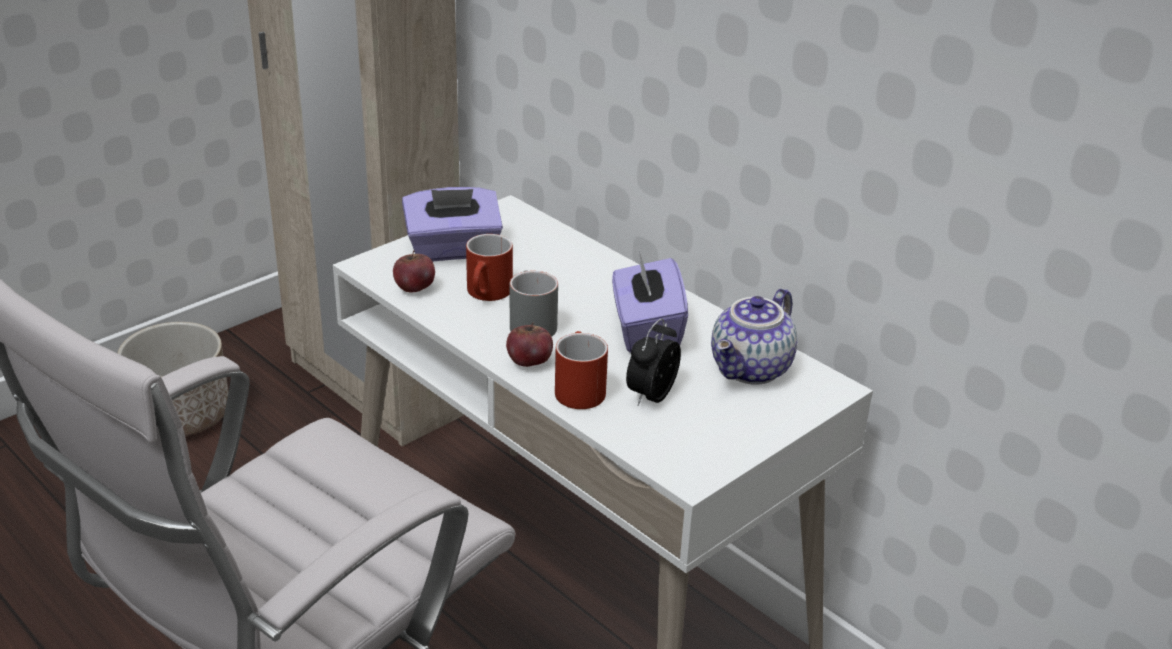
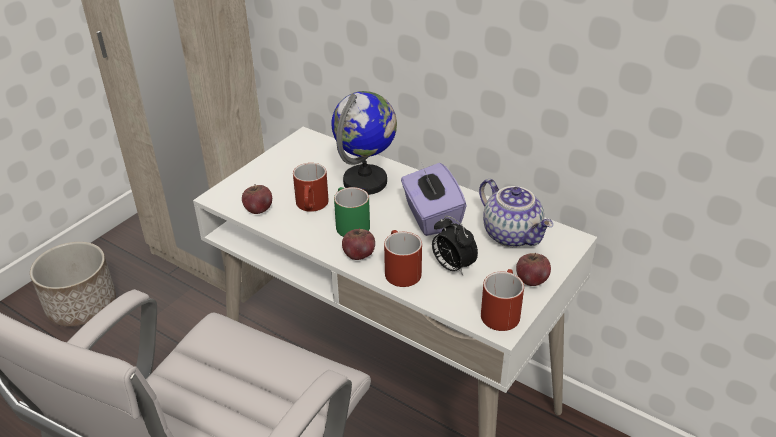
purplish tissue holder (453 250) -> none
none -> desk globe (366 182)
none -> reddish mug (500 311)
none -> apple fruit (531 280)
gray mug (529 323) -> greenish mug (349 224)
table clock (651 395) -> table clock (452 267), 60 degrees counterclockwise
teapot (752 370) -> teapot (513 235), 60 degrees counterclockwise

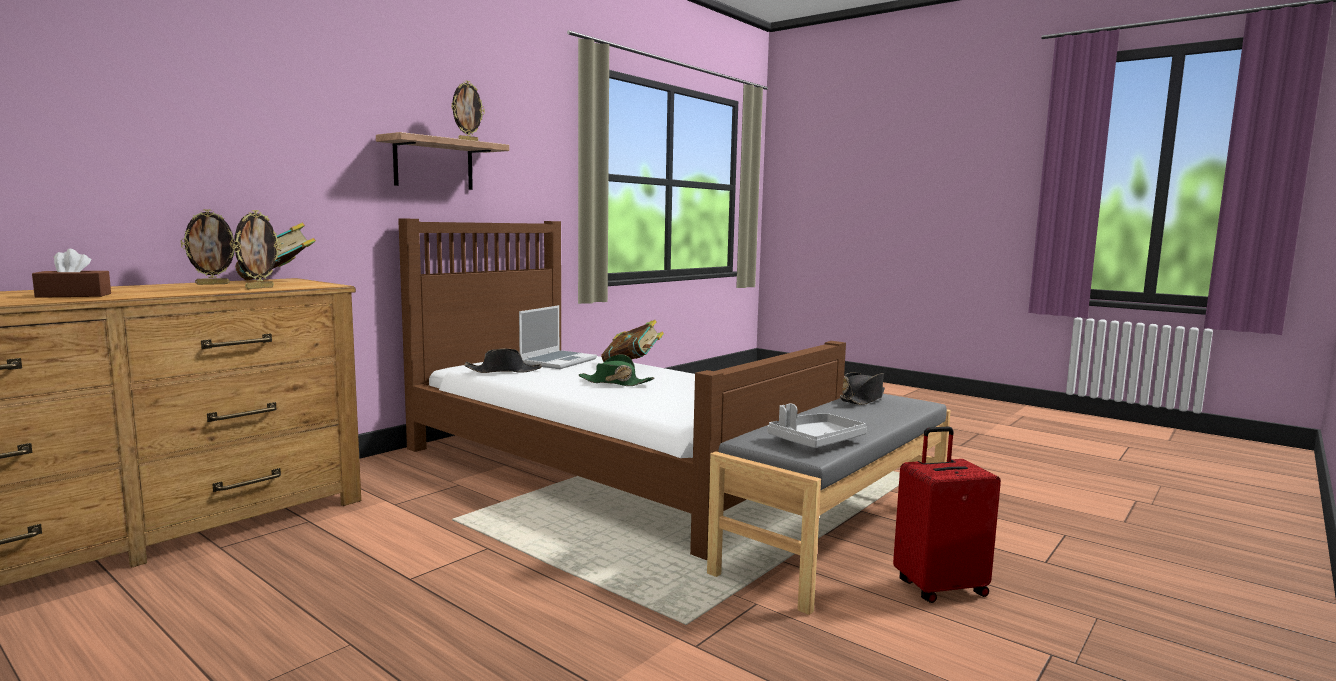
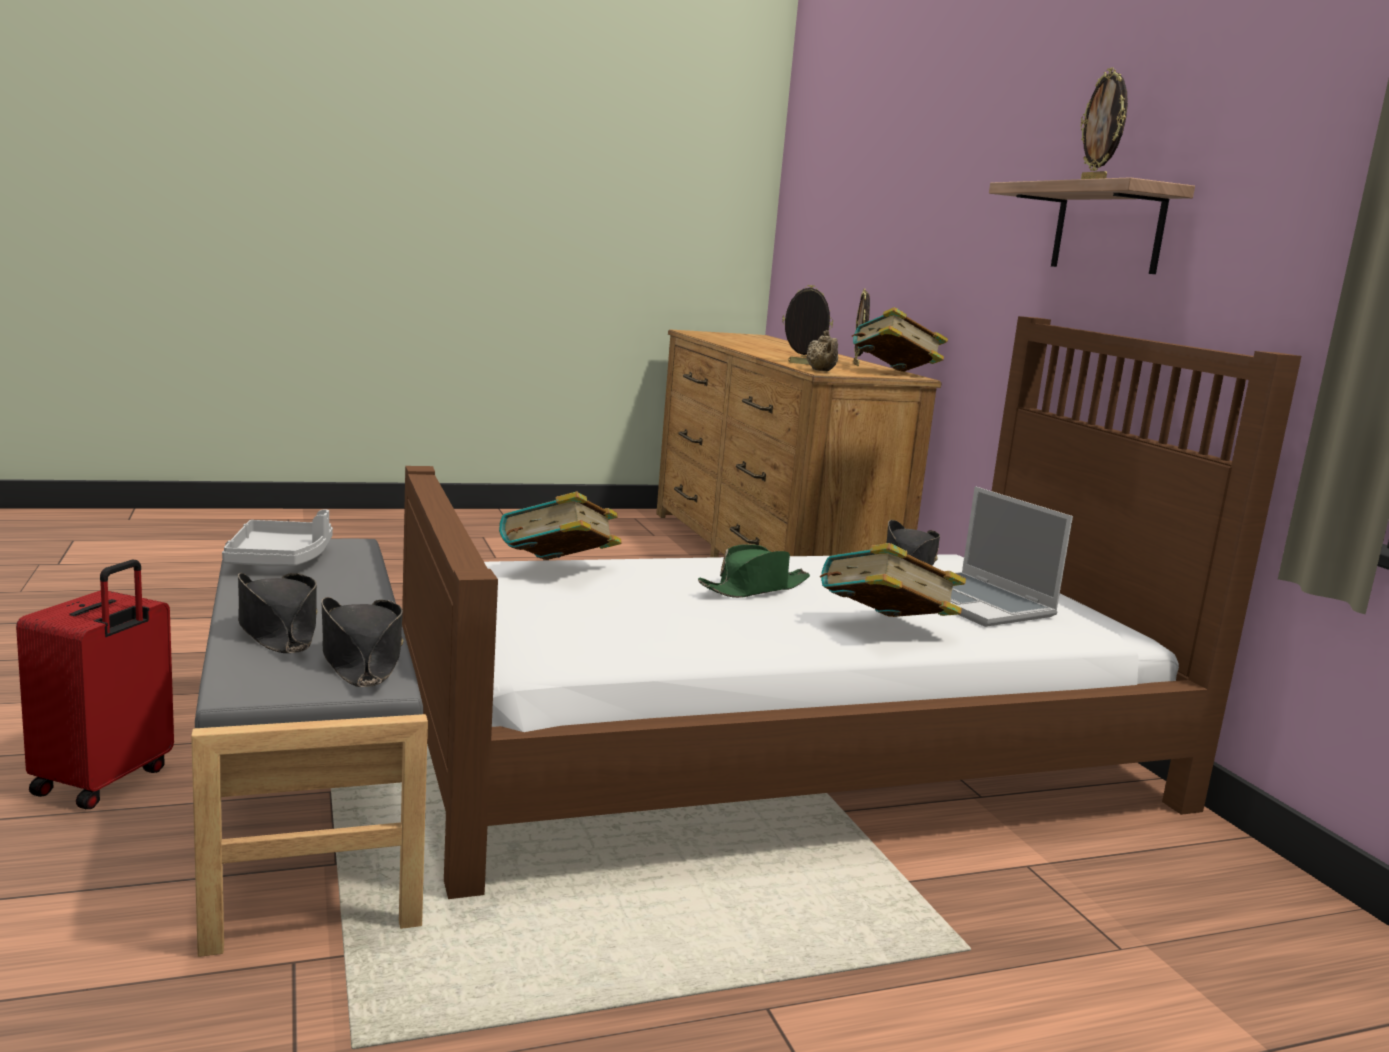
brown-coloured tissue holder (74 295) -> none
none -> black-coloured wearable hat (277 629)
none -> book (559 571)
none -> sand-coloured teapot (821 371)
picture frame (259 288) -> picture frame (802 364), 135 degrees clockwise

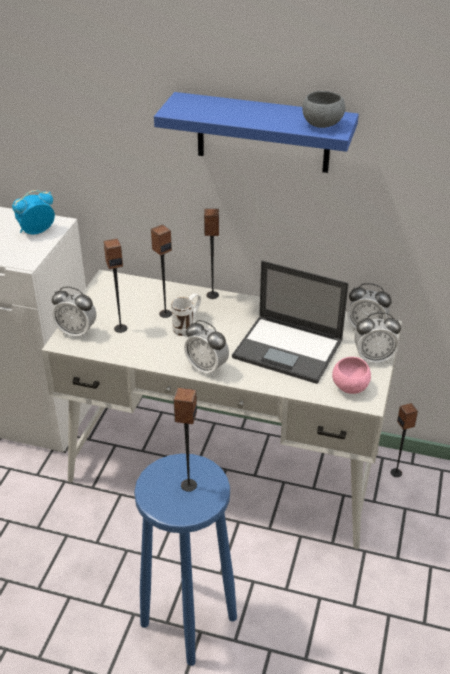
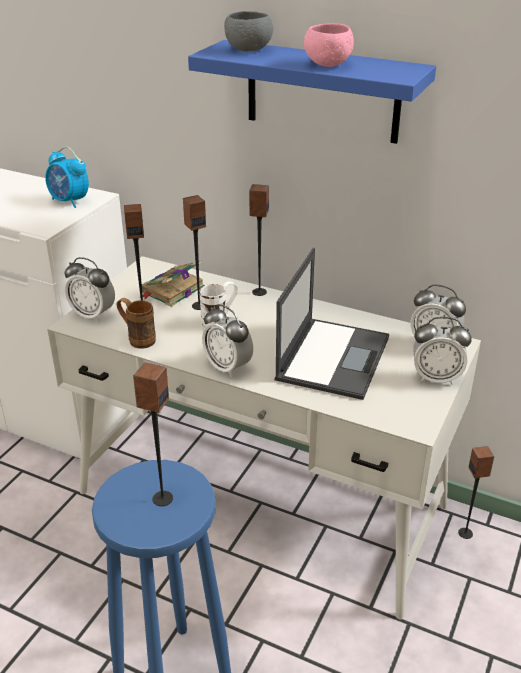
none -> brown-coloured mug (137 339)
none -> book (172 290)
gray bowl (322 125) -> gray bowl (248 50), shifted
pink bowl (349 387) -> pink bowl (327 64), shifted
table clock (36 231) -> table clock (69 201), 120 degrees counterclockwise
portable computer (289 349) -> portable computer (333 357), 105 degrees counterclockwise

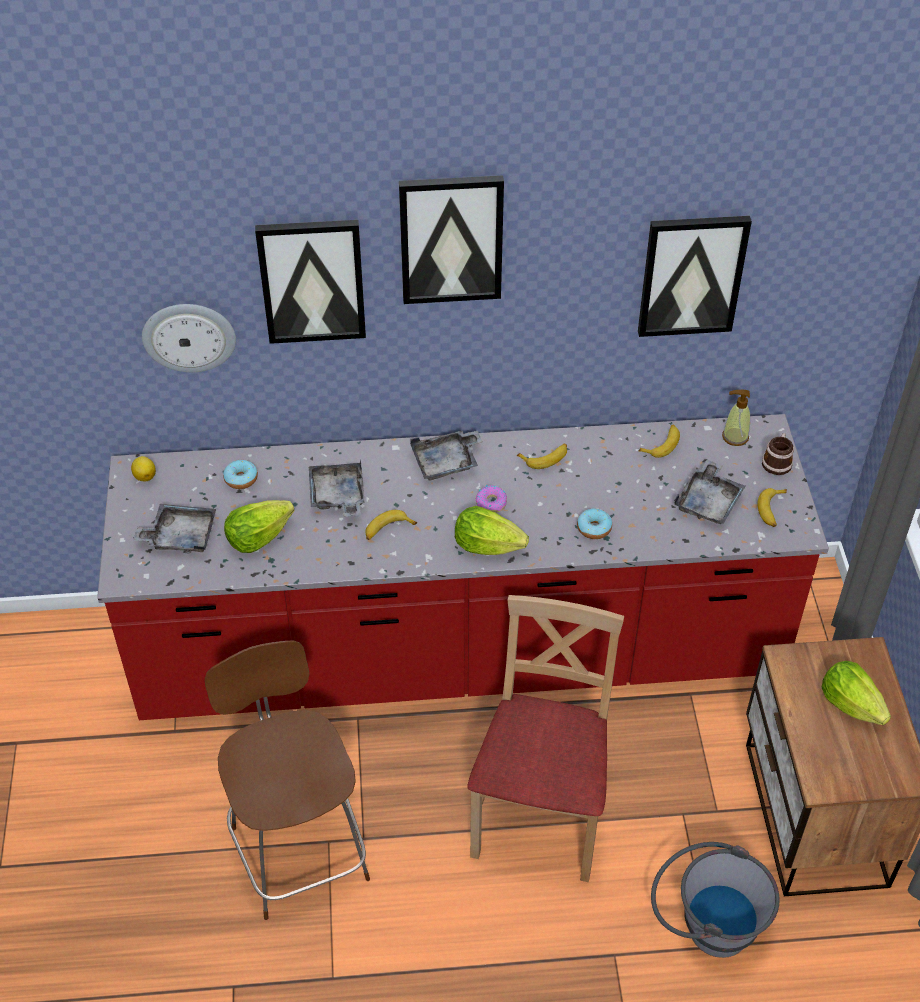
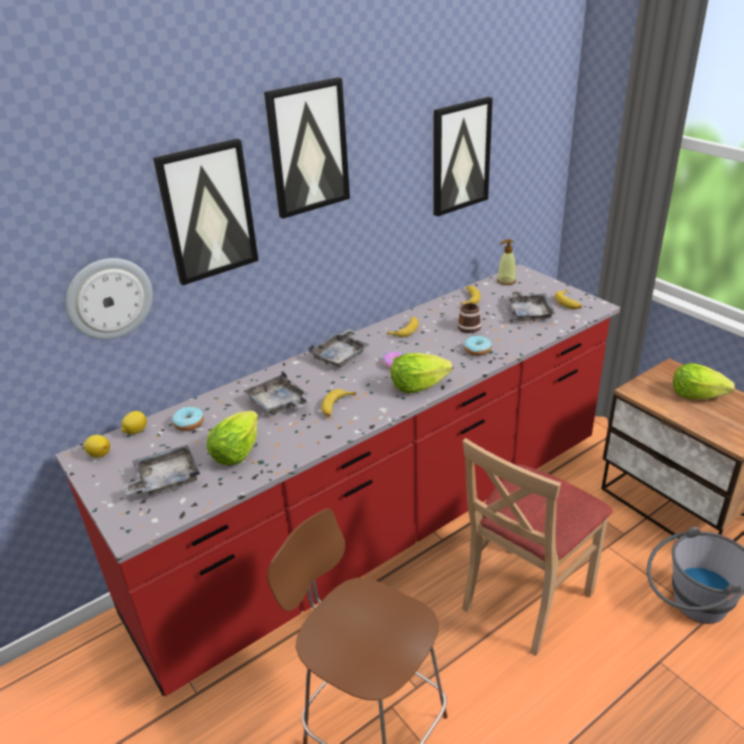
none -> whole lemon (136 431)
mug (777 461) -> mug (467 326), shifted
sand-coloured chair (541 816) -> sand-coloured chair (525 597), 120 degrees counterclockwise

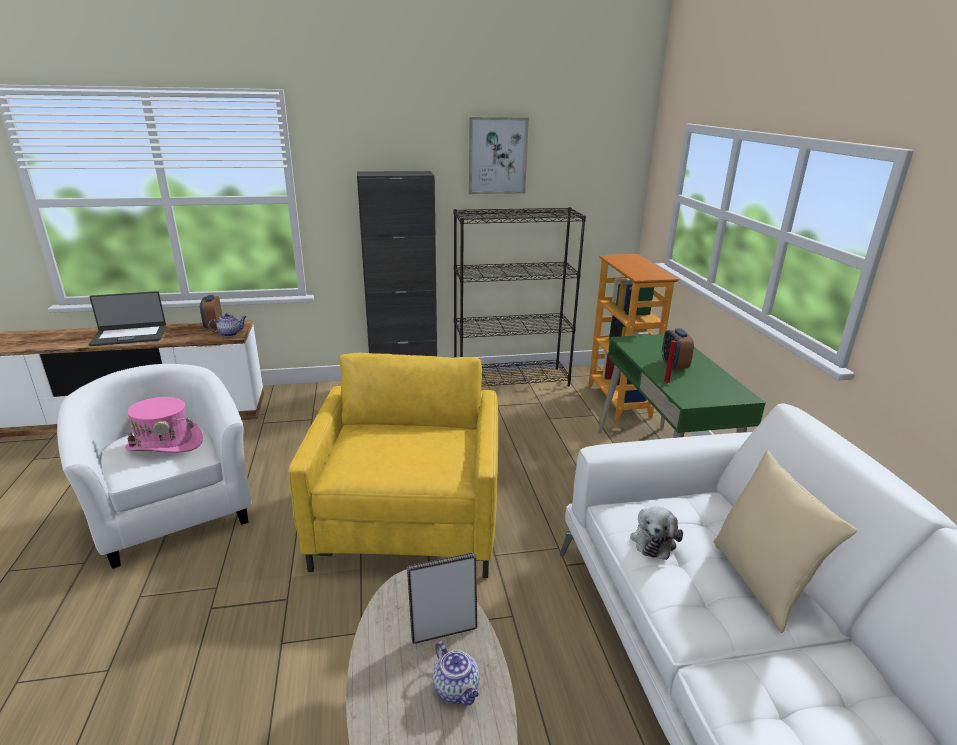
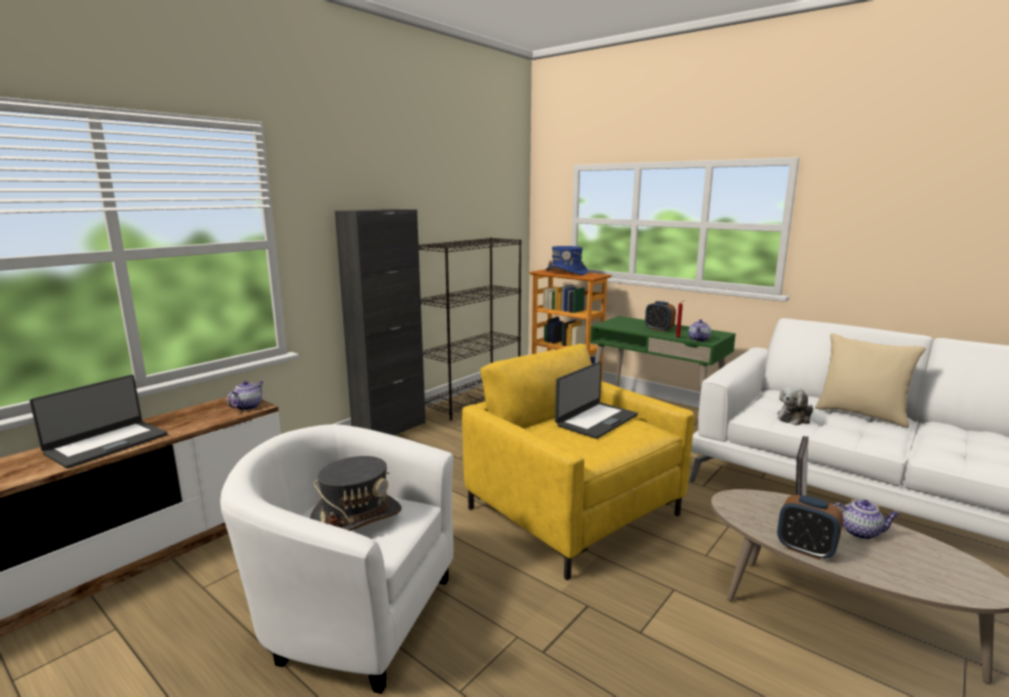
picture (497 156) -> none
none -> blue-coloured wearable hat (566 272)
none -> portable computer (596 420)
none -> teapot (699 339)
table clock (213 326) -> table clock (805 549), shifted
pink wearable hat (165 444) -> gray wearable hat (356 518)
plush toy (653 540) -> plush toy (795 418), 75 degrees clockwise

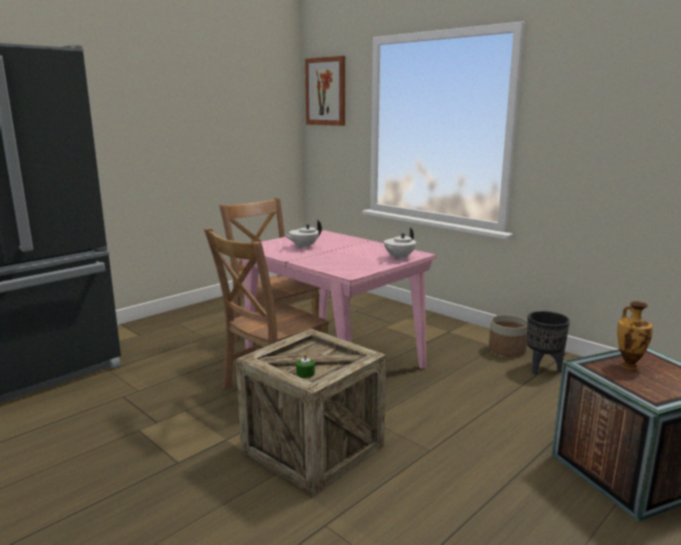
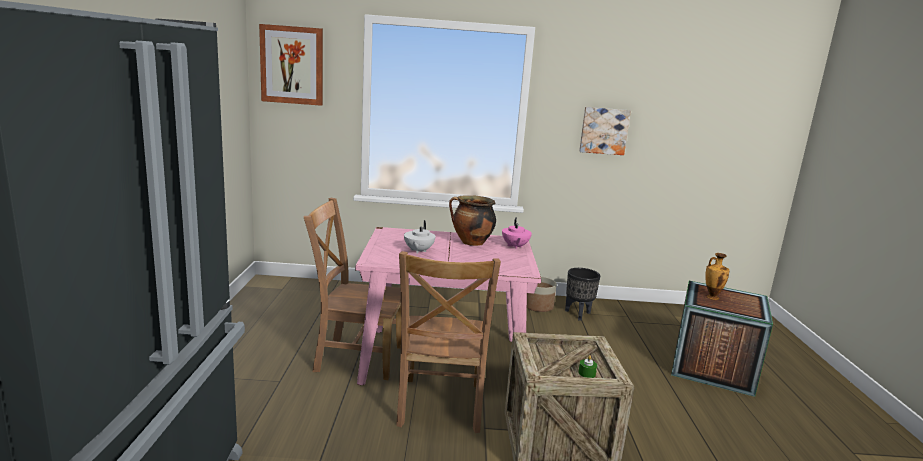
none -> stockpot (471 243)
none -> picture (604 130)
white teapot (398 257) -> pink teapot (515 246)

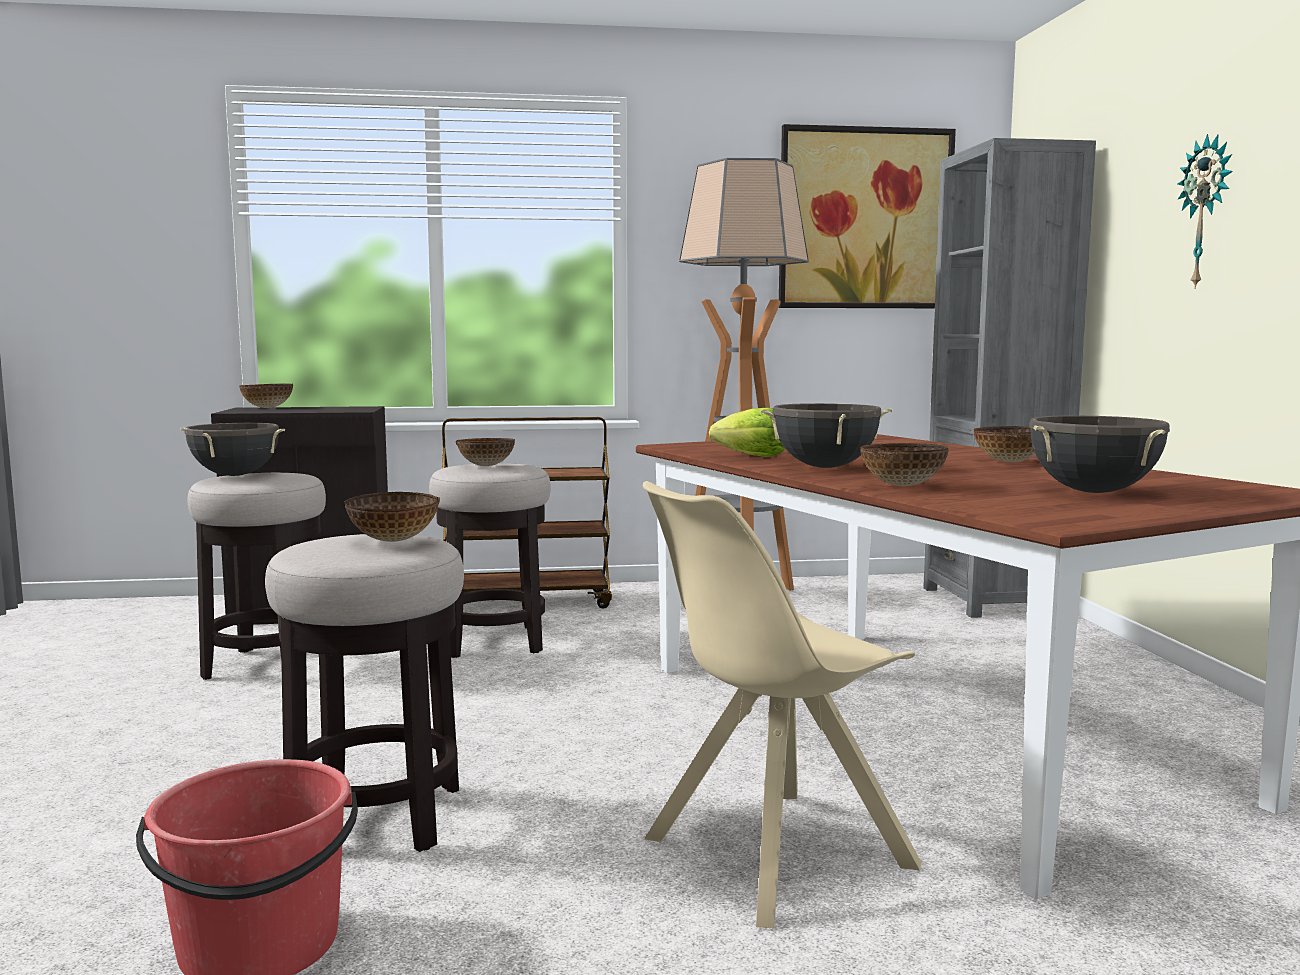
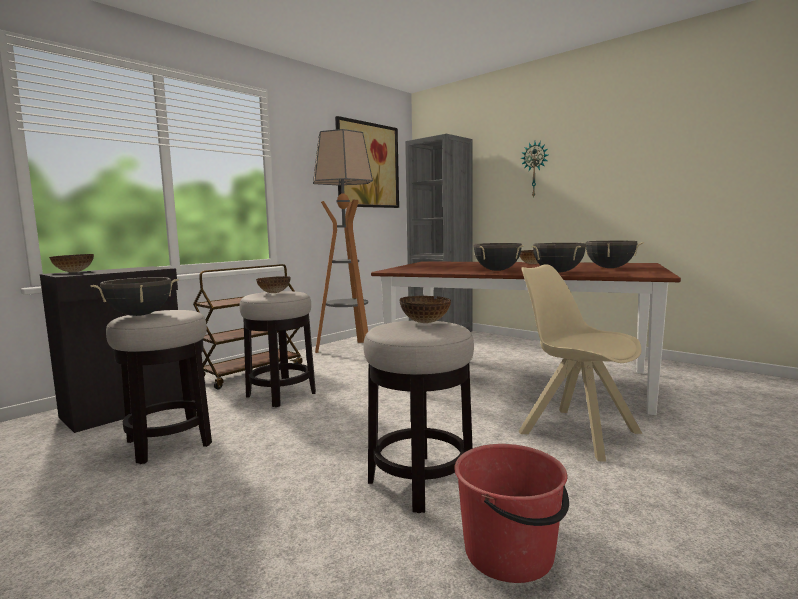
lettuce (754 456) -> none
bowl (902 485) -> black-coloured stockpot (558 272)
sand-coloured chair (771 855) -> sand-coloured chair (576 432), 120 degrees clockwise

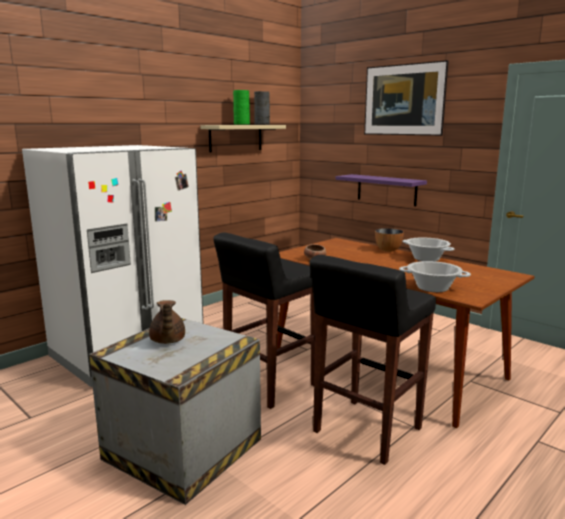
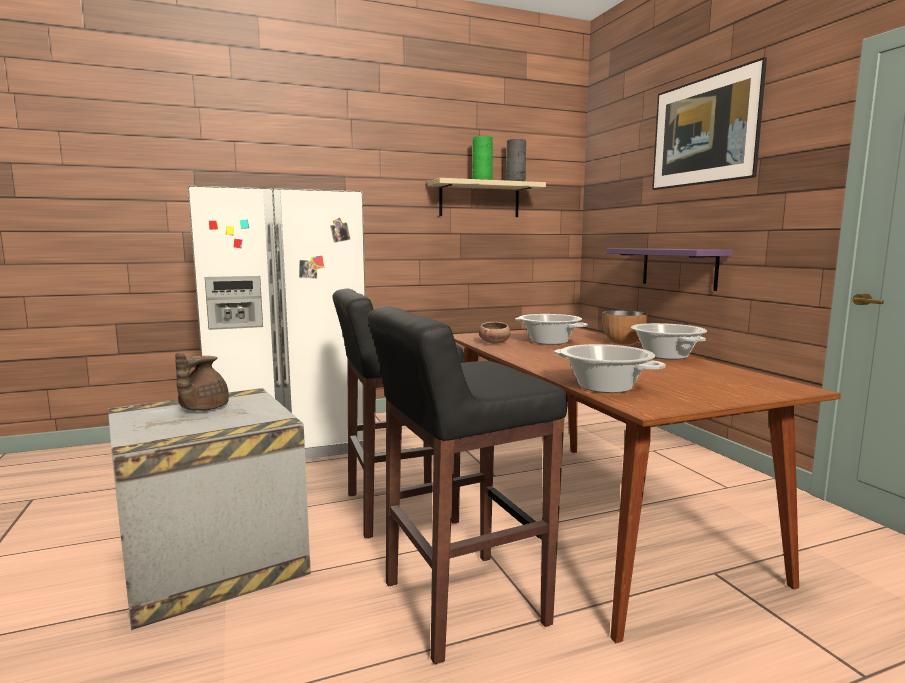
none -> stockpot (549 342)

